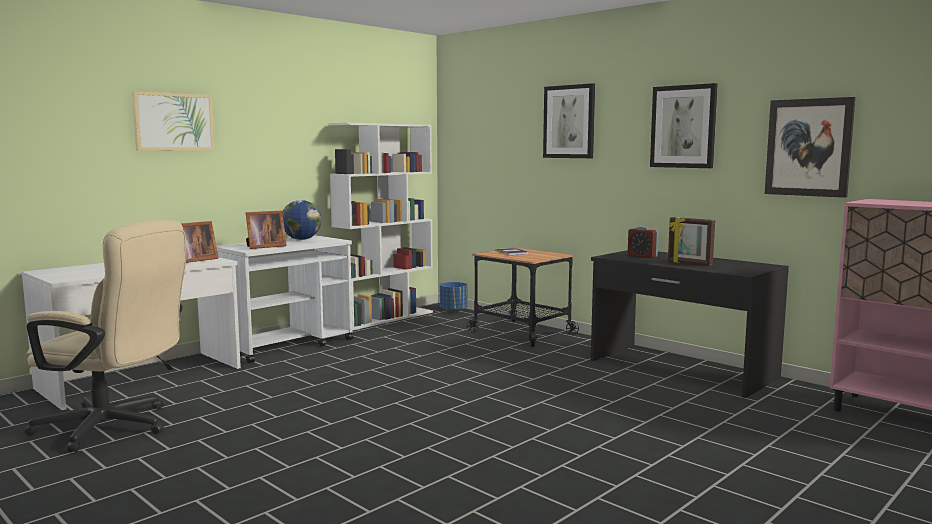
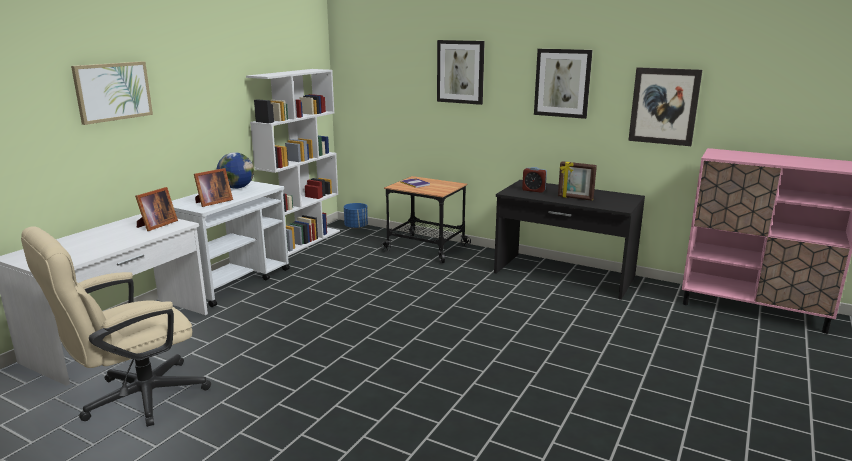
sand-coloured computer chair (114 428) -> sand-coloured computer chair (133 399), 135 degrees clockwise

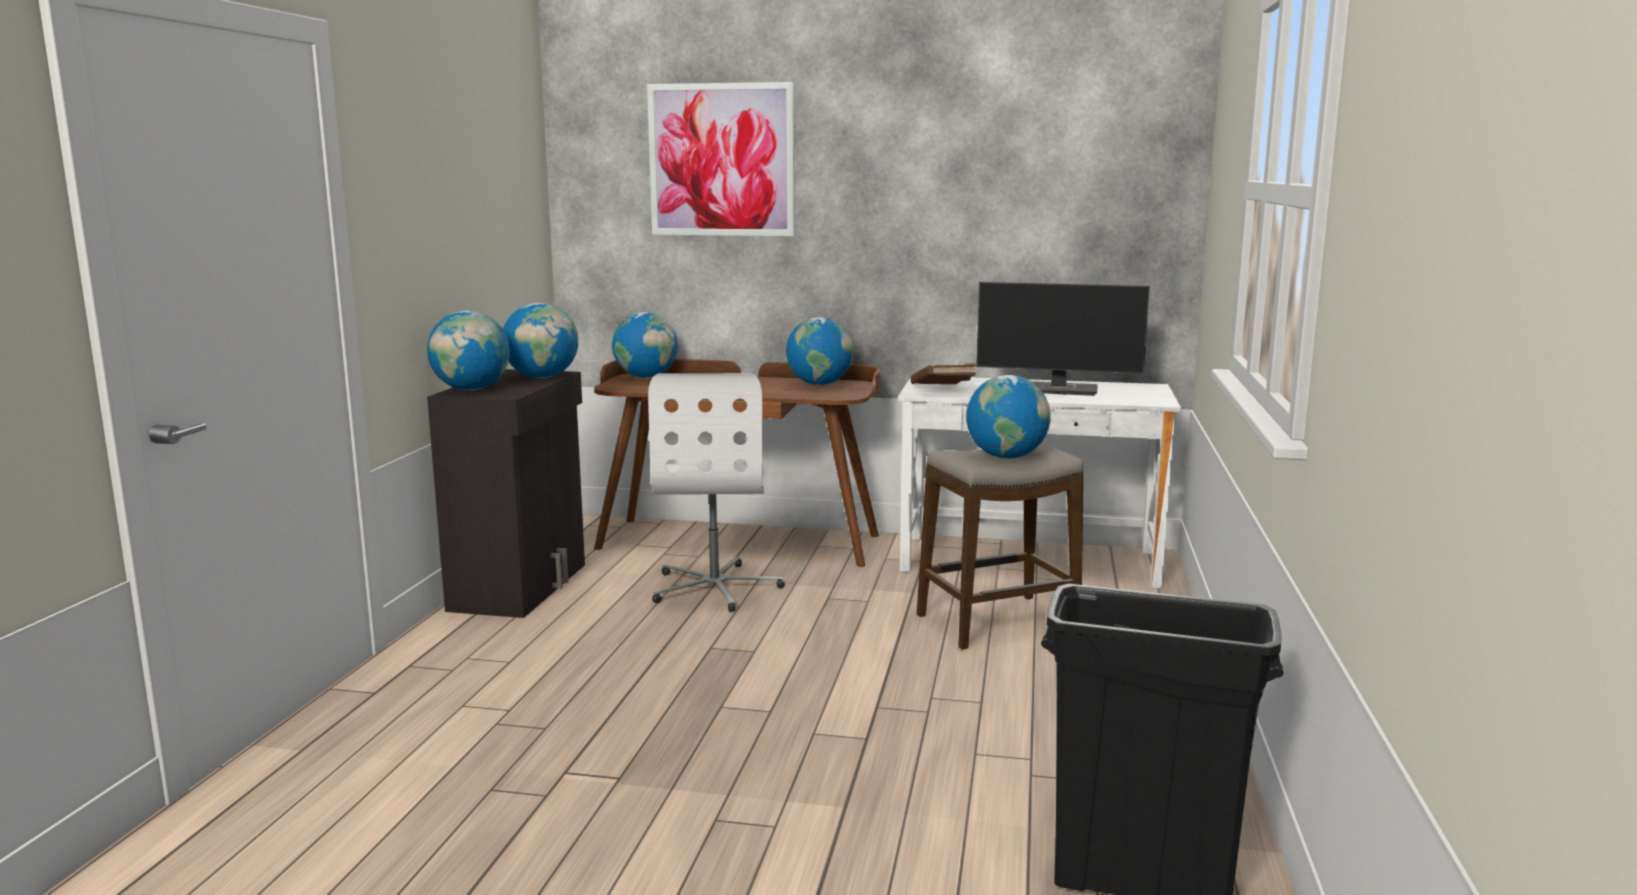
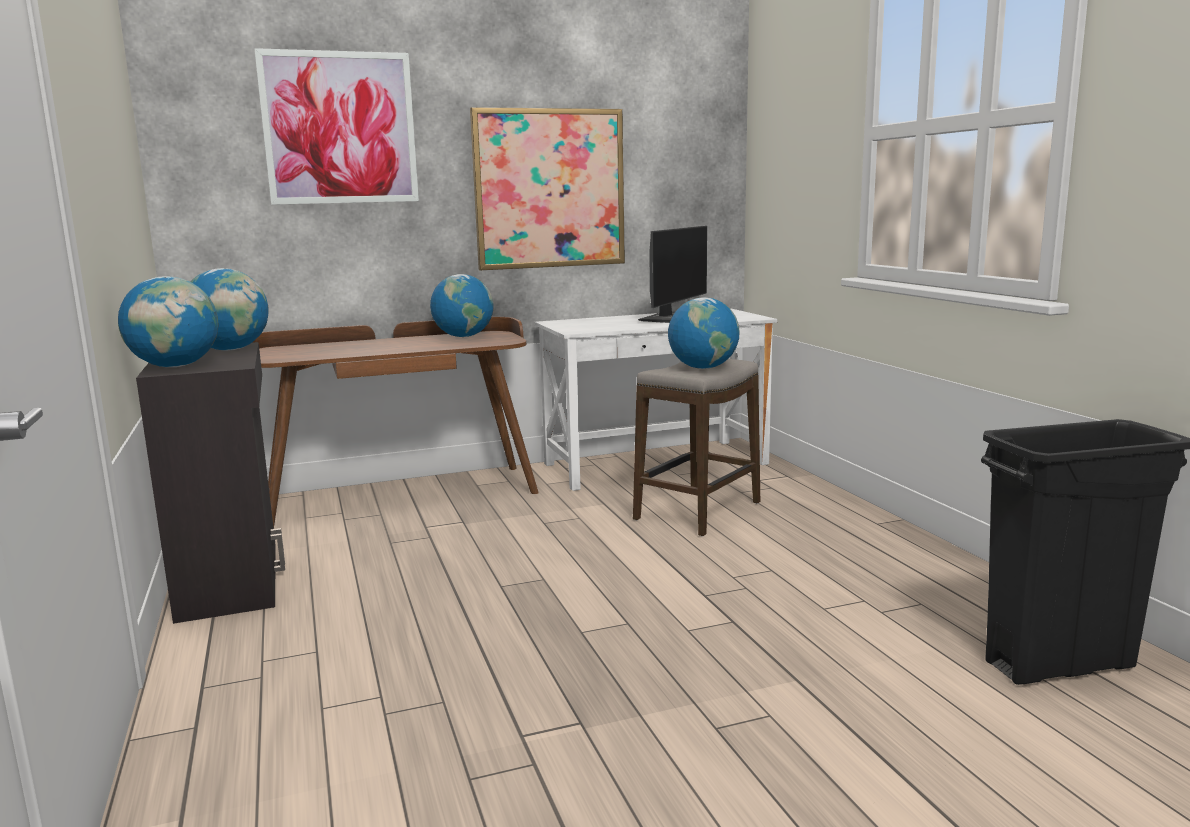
desk globe (646 377) -> none
white computer chair (716 587) -> none
brown-coloured book (943 390) -> none
none -> picture (549 189)
monitor (1060 389) -> monitor (670 318), 45 degrees counterclockwise

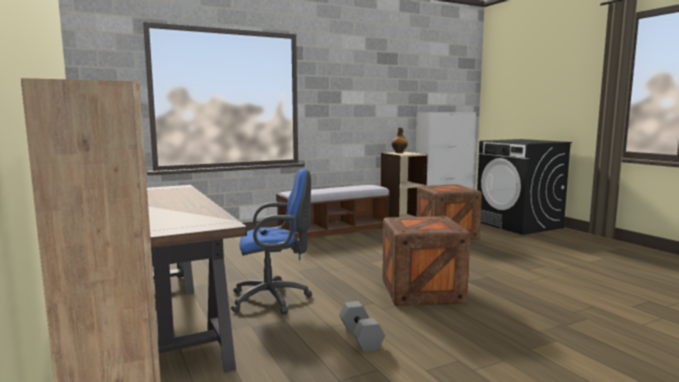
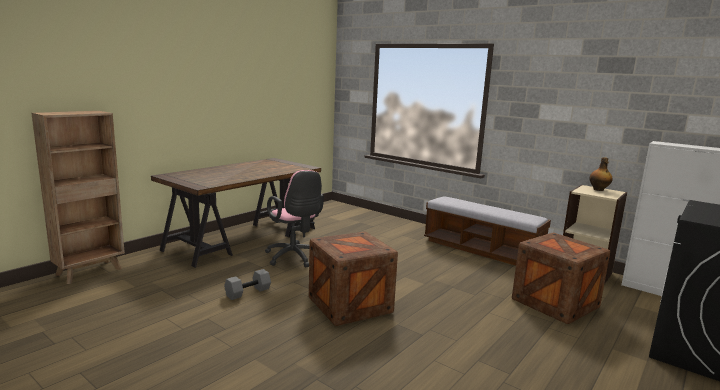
blue-coloured computer chair (274 299) -> pink computer chair (294 258)

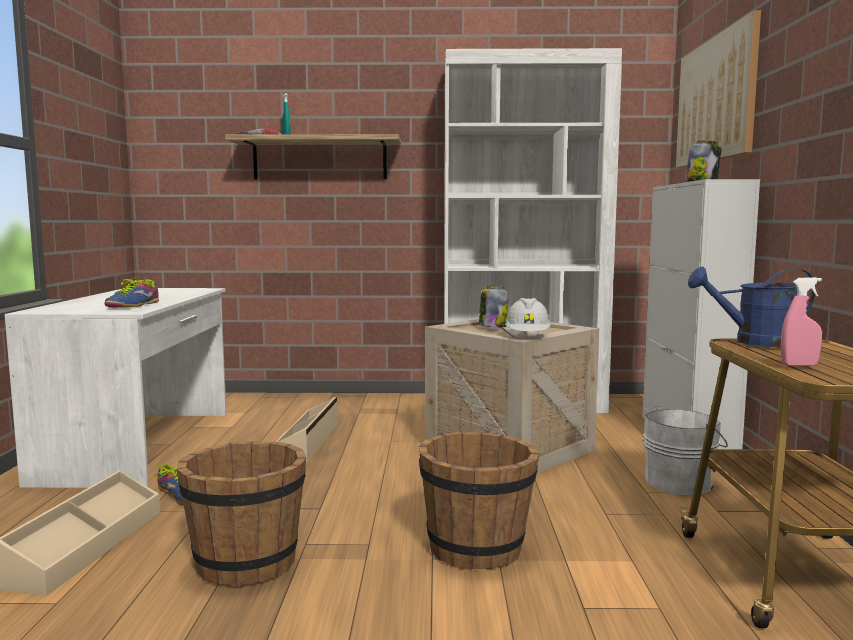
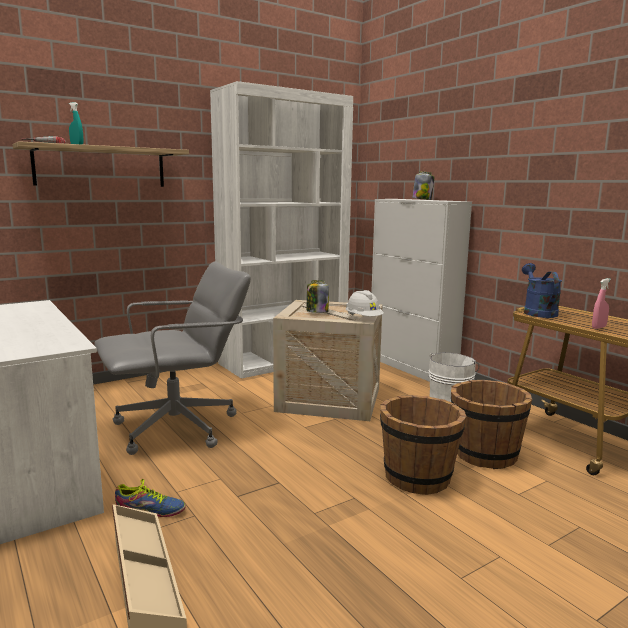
item of footwear (134 305) -> none
picture (715 100) -> none
brown-coloured bucket (246 562) -> brown-coloured bucket (485 455), shifted
sand-coloured storage container (309 441) -> gray computer chair (177 428)
blue-coloured sprinkling can (754 342) -> blue-coloured sprinkling can (537 312), 120 degrees clockwise

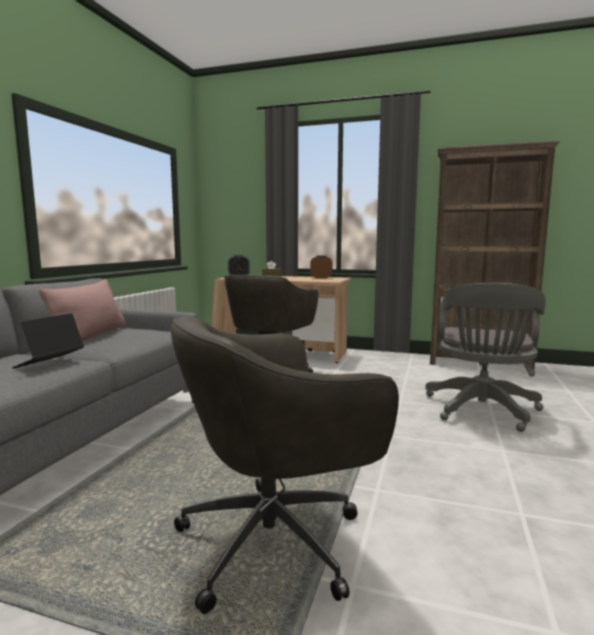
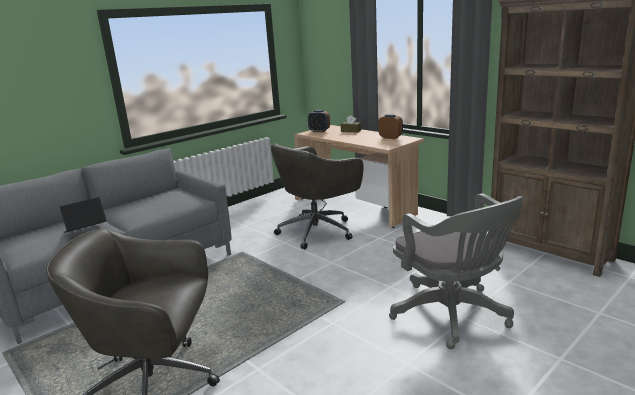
pink throw pillow (91 336) -> none
gray computer chair (482 411) -> gray computer chair (453 316), 75 degrees counterclockwise

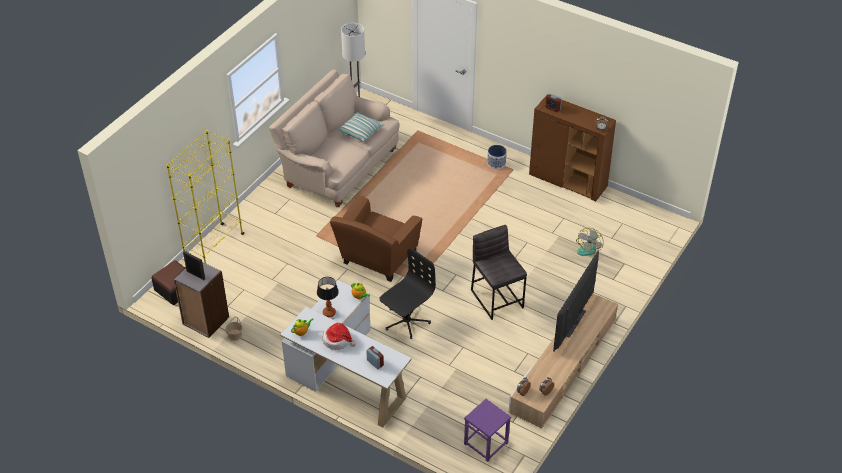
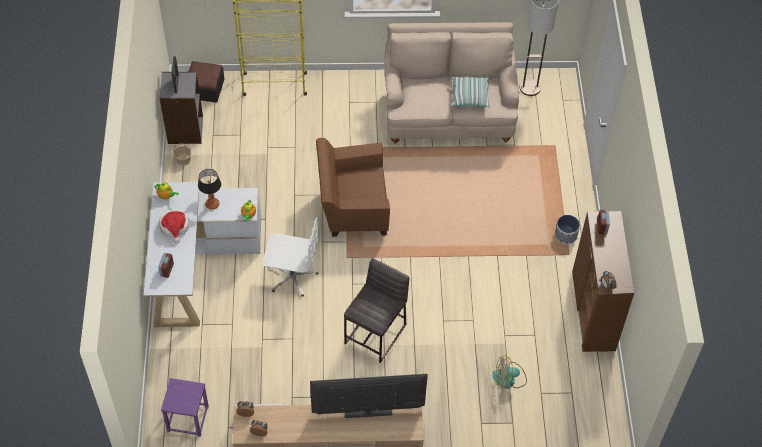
black-coloured computer chair (406 321) -> white computer chair (292 276)

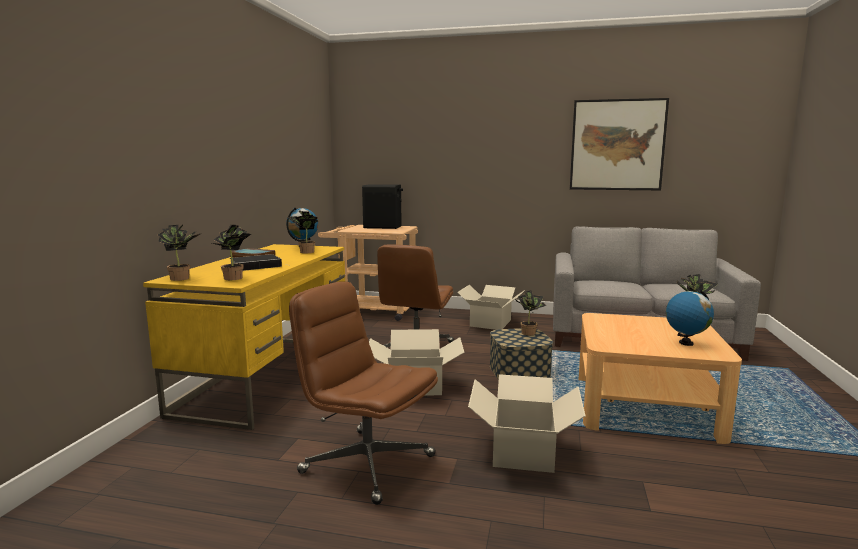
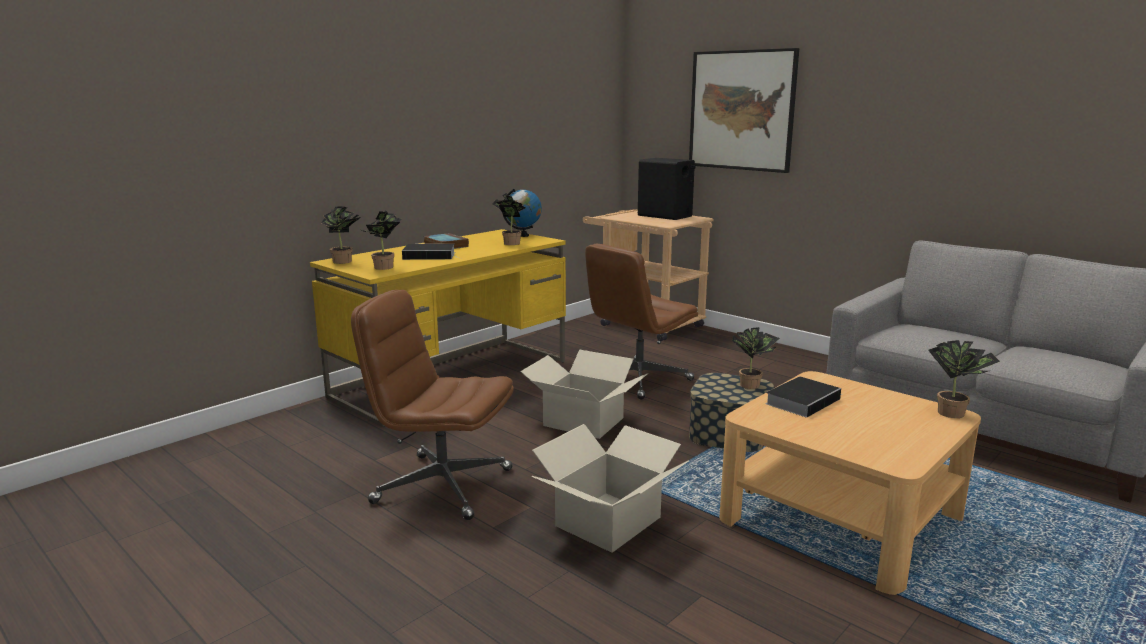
cardboard box (491 323) -> none
desk globe (686 343) -> none
none -> book (803 400)
picture (617 145) -> picture (741 110), shifted
brown-coloured computer chair (366 464) -> brown-coloured computer chair (441 486), 45 degrees counterclockwise

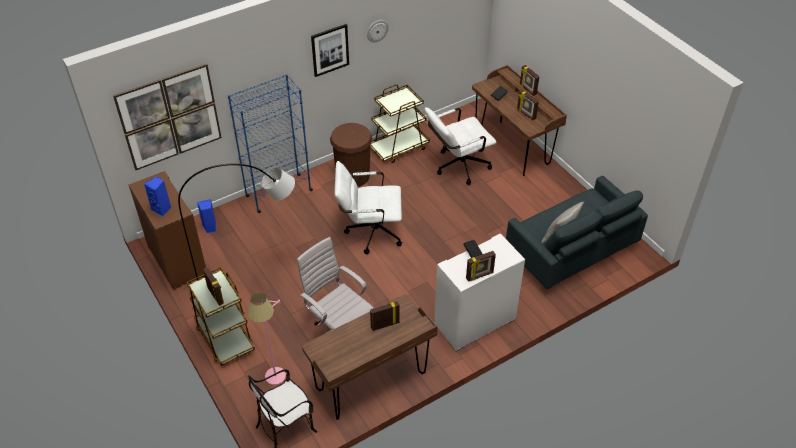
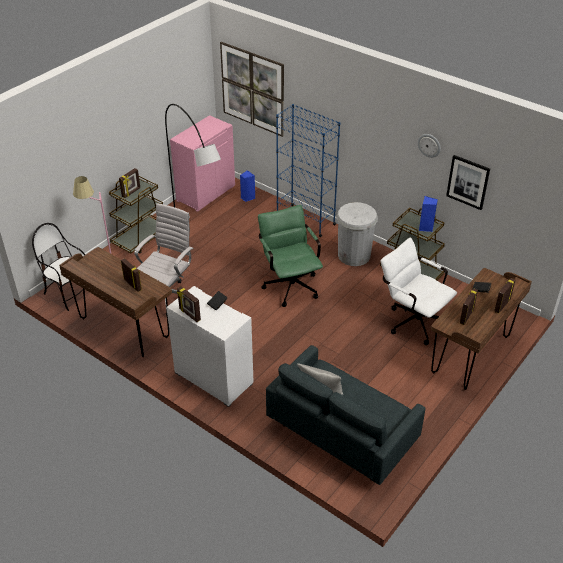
blue-coloured speaker (162 209) -> blue-coloured speaker (426 228), shifted
picture (330 50) -> picture (468 182), shifted
brown-coloured storage cabinet (176 260) -> pink storage cabinet (205 193)
brown-coloured rubbish bin (353 176) -> white rubbish bin (354 255)
white computer chair (369 232) -> greenish computer chair (290 284)

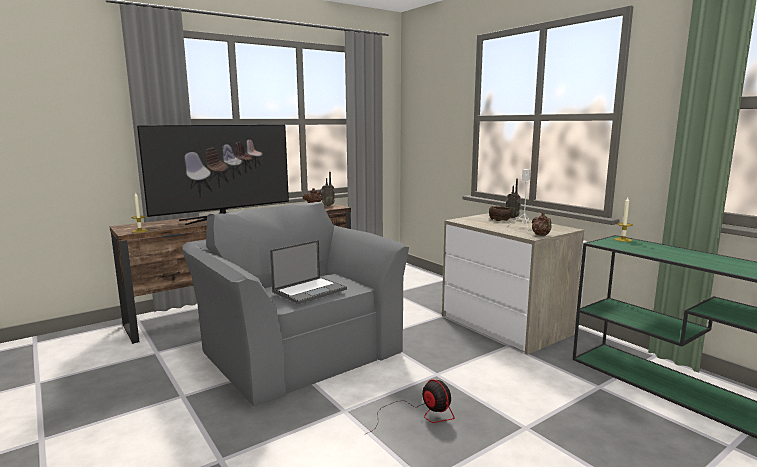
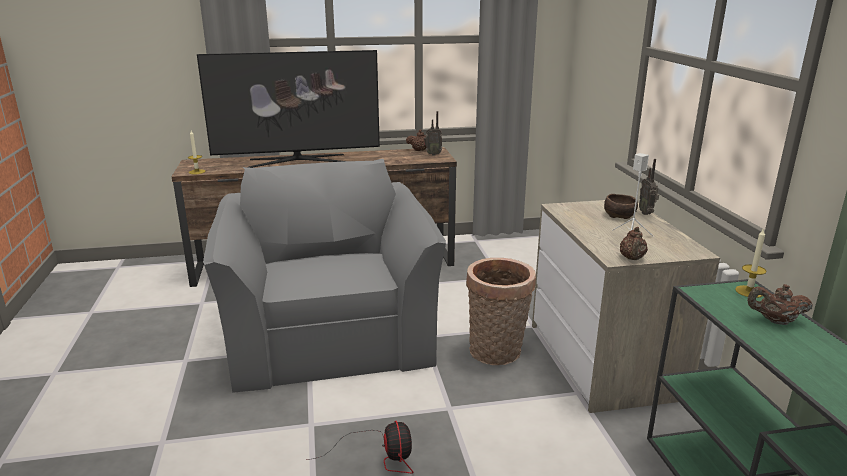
portable computer (310 290) -> none
none -> basket (497 353)
none -> brown-coloured teapot (775 321)

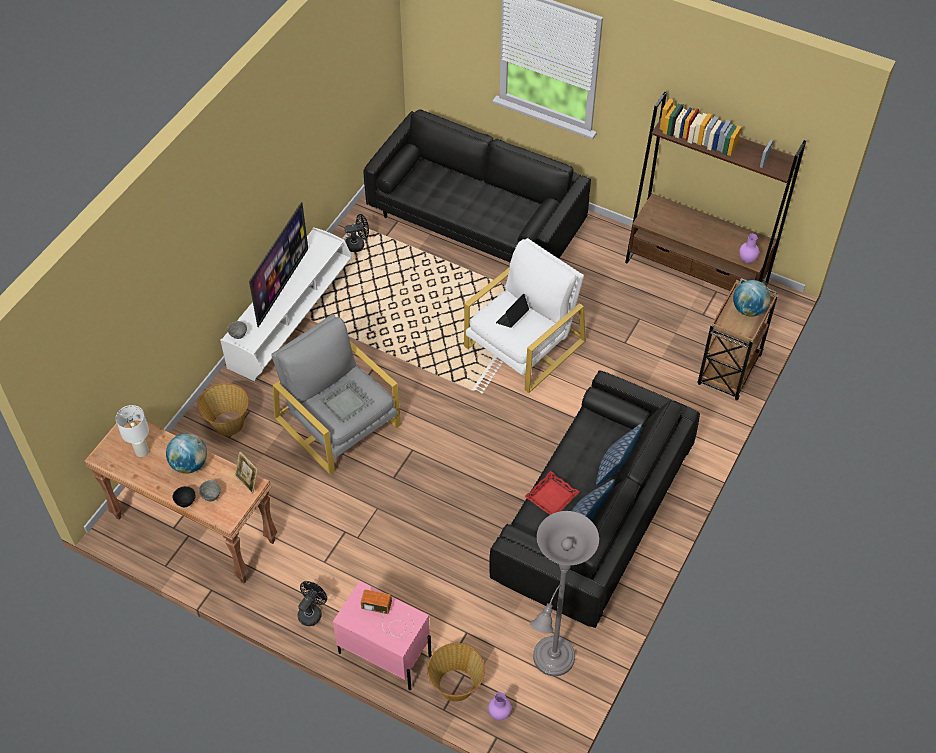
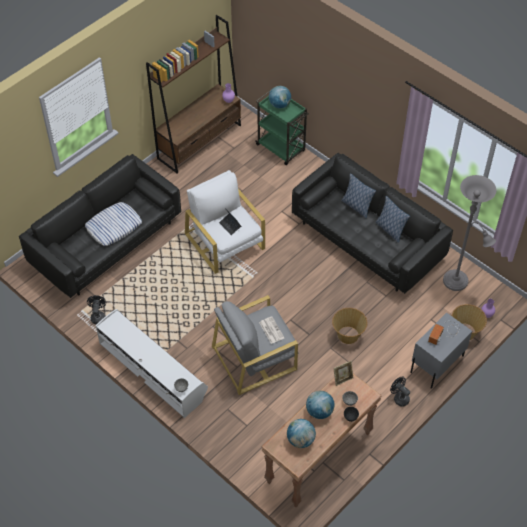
TV (281 286) -> none
reddish serving tray (551 496) -> none
none -> throw pillow (114 226)
basket (228 423) -> basket (348 335), shifted
white table lamp (141 451) -> desk globe (300 440)
gray serving tray (345 403) -> newspaper (271 330)
pink night table (384 653) -> gray night table (436 364)
brown-coloured wheeled cart (729 371) -> greenish wheeled cart (281 148)

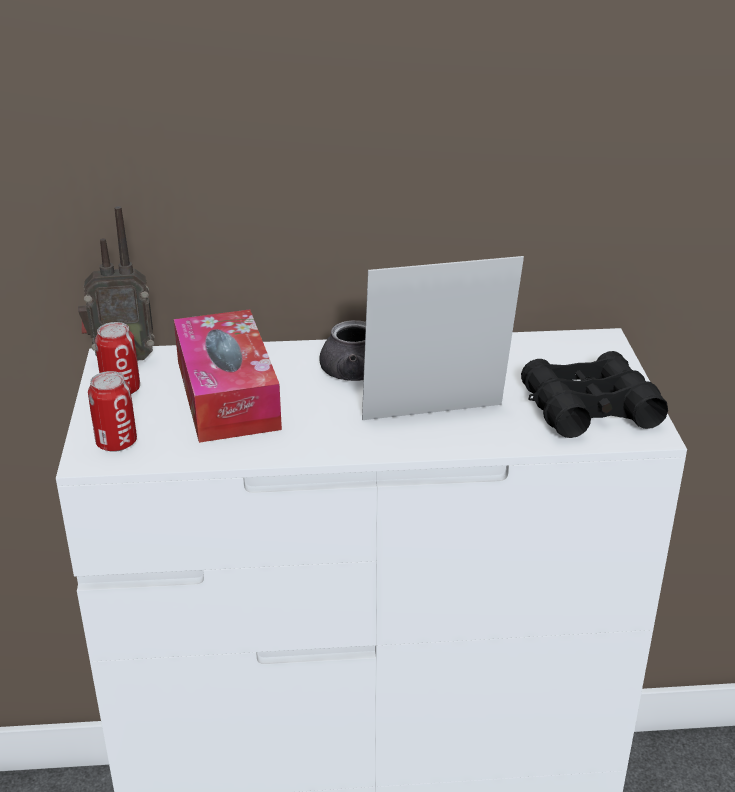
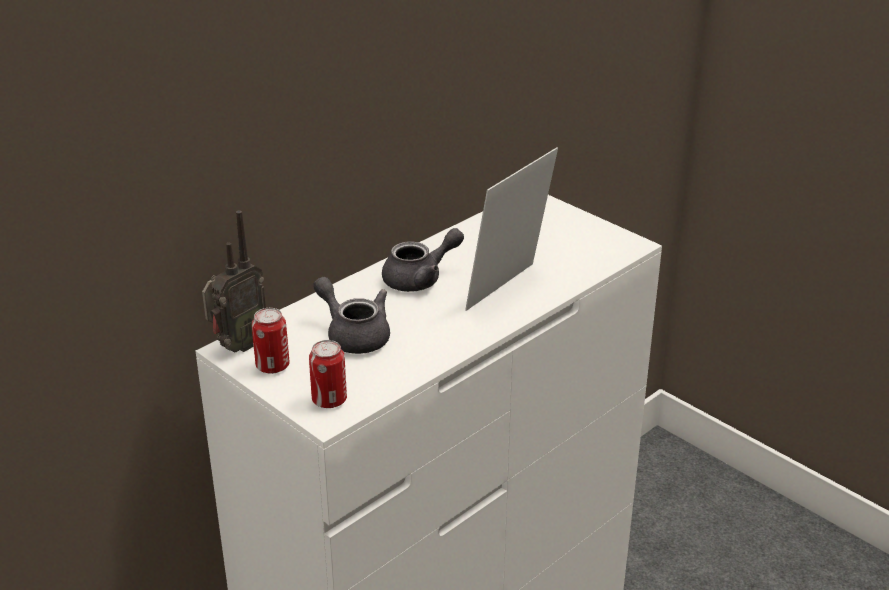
black-coloured pair of binoculars (589 409) -> none
tissue holder (227 394) -> gray teapot (354 335)

